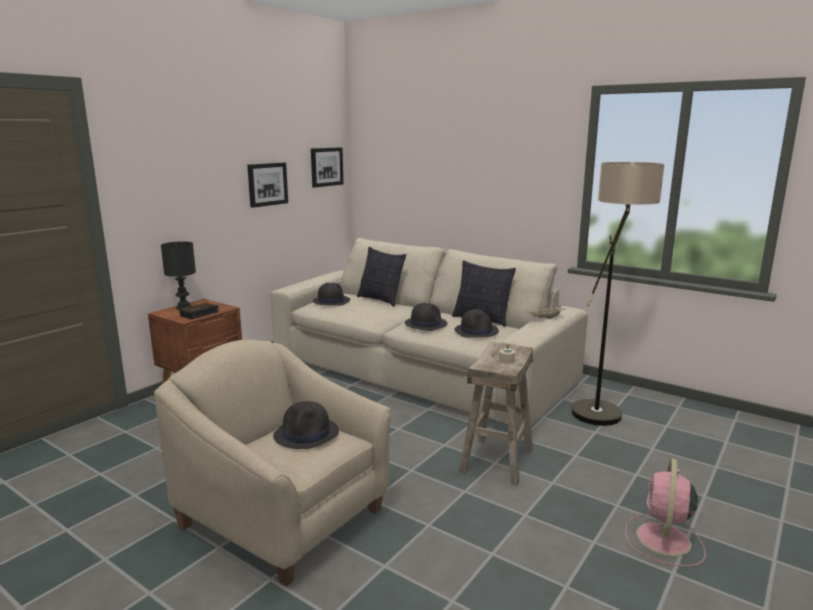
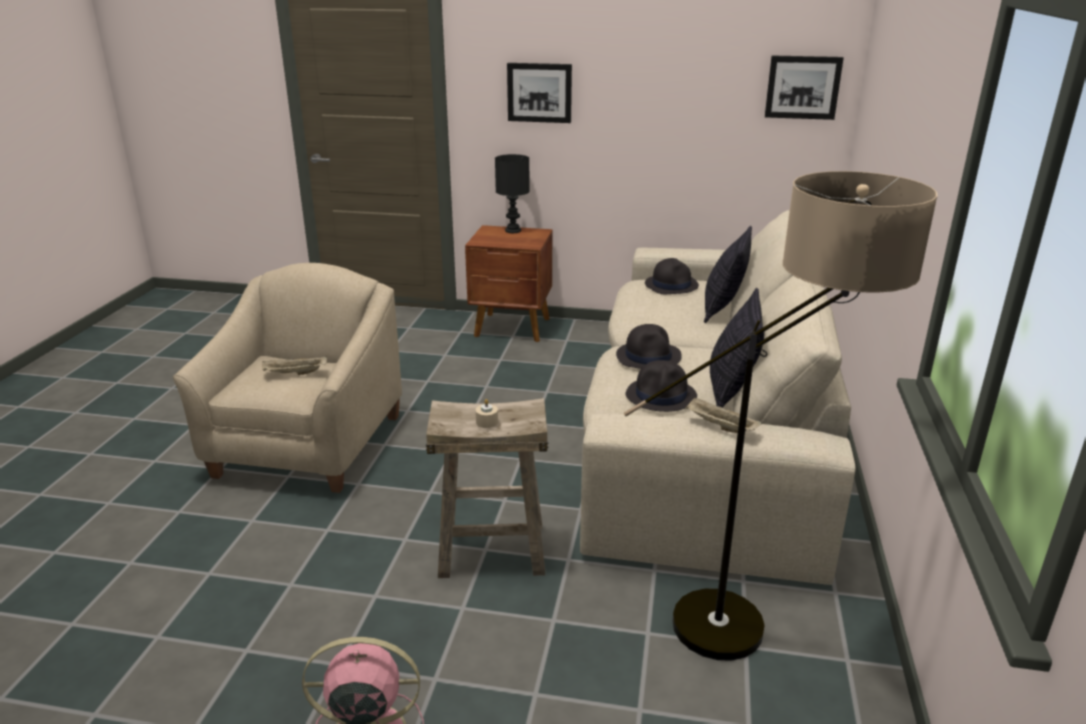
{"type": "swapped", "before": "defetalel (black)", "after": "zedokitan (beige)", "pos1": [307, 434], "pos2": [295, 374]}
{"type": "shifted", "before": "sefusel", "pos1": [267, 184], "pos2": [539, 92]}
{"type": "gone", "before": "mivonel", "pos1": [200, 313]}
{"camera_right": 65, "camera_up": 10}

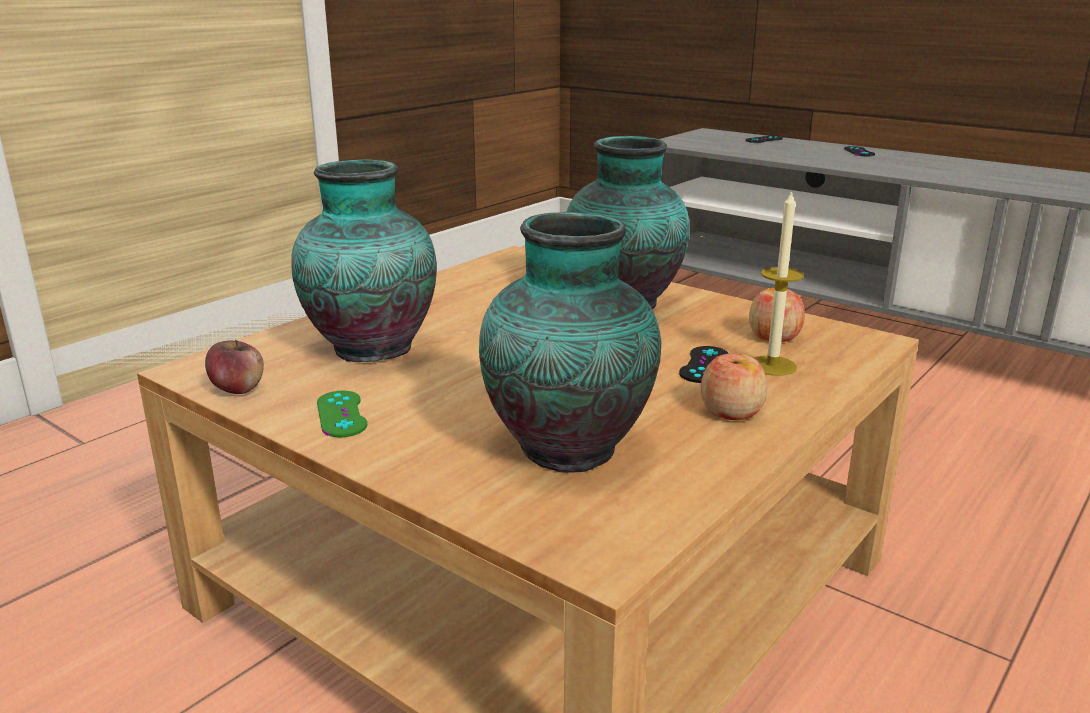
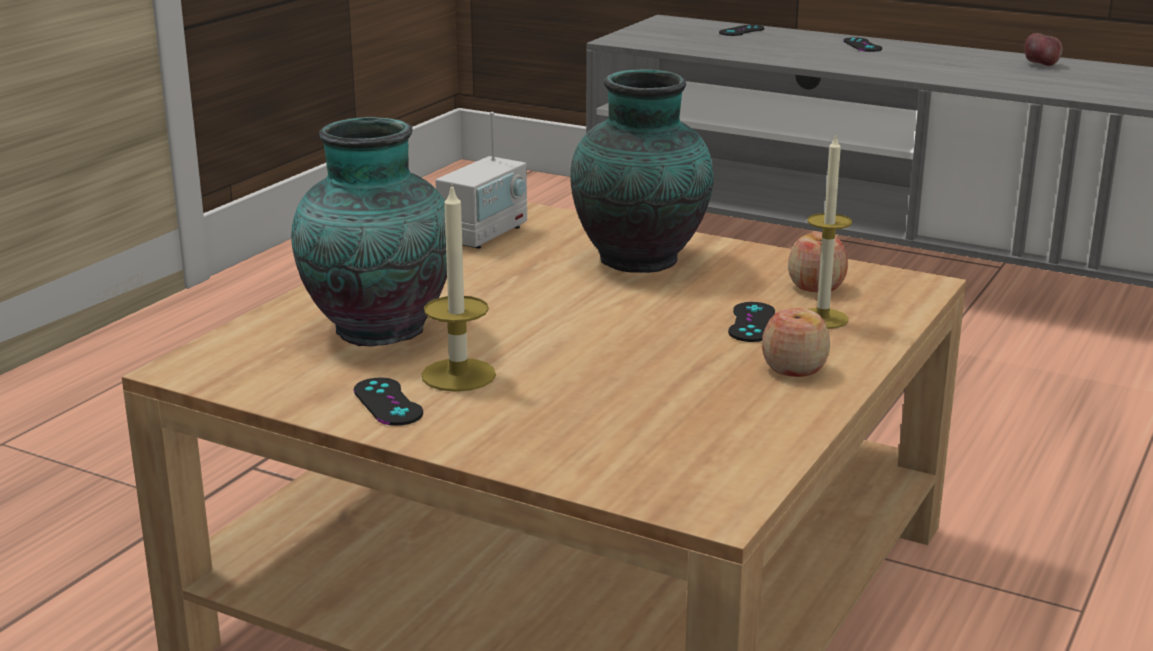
{"type": "repainted", "before": "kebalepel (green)", "after": "kebalepel (black)", "pos1": [341, 414], "pos2": [388, 402]}
{"type": "new", "after": "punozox", "pos2": [458, 375]}
{"type": "new", "after": "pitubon", "pos2": [484, 234]}
{"type": "shifted", "before": "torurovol", "pos1": [238, 389], "pos2": [1041, 64]}
{"type": "gone", "before": "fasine", "pos1": [570, 446]}
{"camera_right": -10, "camera_up": 0}

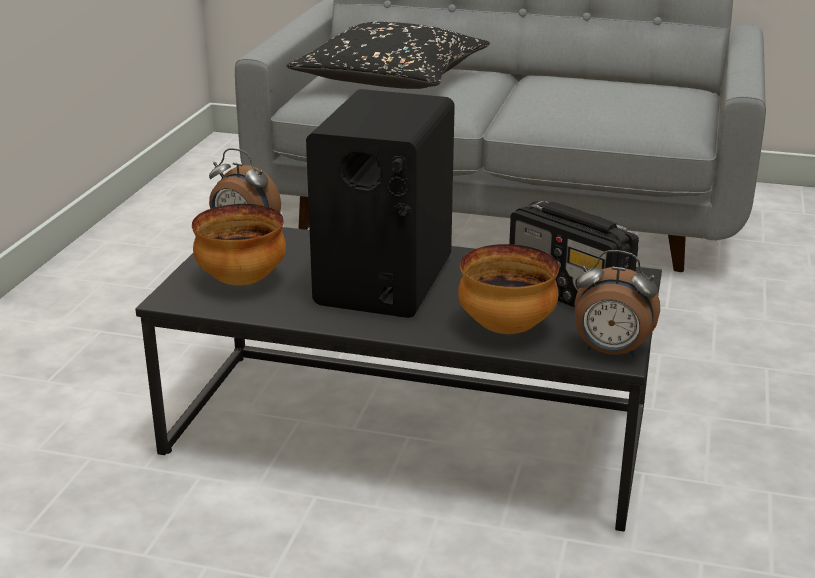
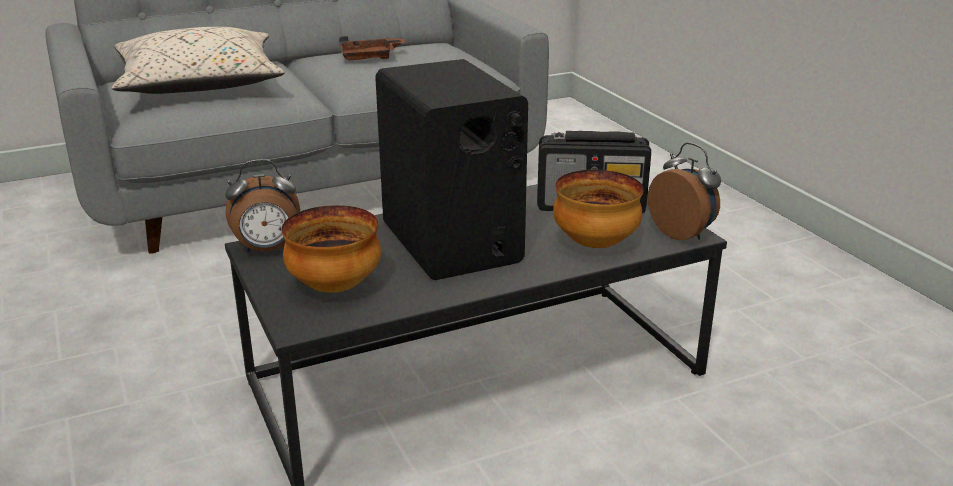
{"type": "repainted", "before": "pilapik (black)", "after": "pilapik (beige)", "pos1": [391, 80], "pos2": [200, 85]}
{"type": "new", "after": "zedokitan (brown)", "pos2": [370, 58]}
{"type": "rotated", "before": "mivonel", "pos1": [610, 352], "pos2": [683, 233], "turn": -105}
{"camera_right": -40, "camera_up": 0}

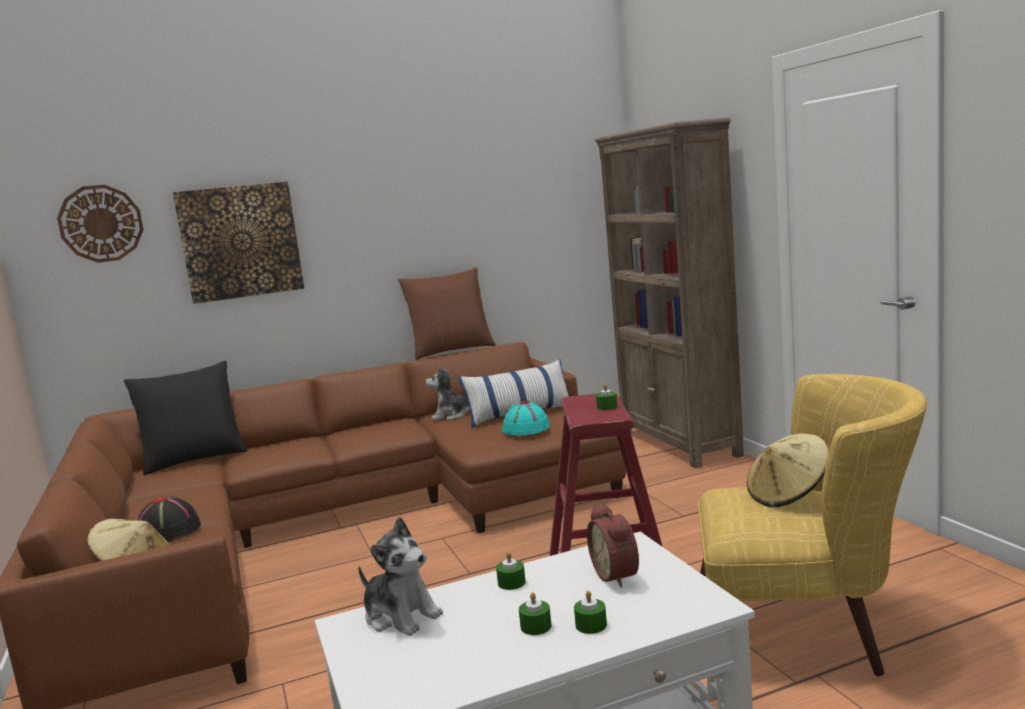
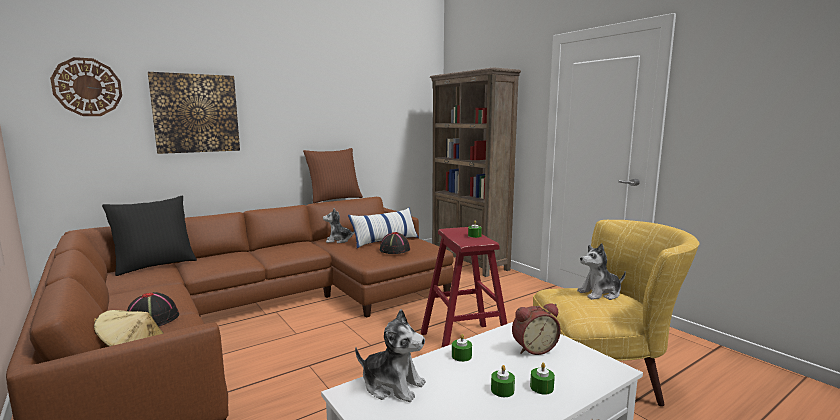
{"type": "repainted", "before": "defetalel (turquoise)", "after": "defetalel (black)", "pos1": [525, 429], "pos2": [394, 250]}
{"type": "rotated", "before": "mivonel", "pos1": [618, 575], "pos2": [533, 348], "turn": -75}
{"type": "swapped", "before": "defetalel (beige)", "after": "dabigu", "pos1": [788, 496], "pos2": [600, 293]}
{"camera_right": -15, "camera_up": 0}

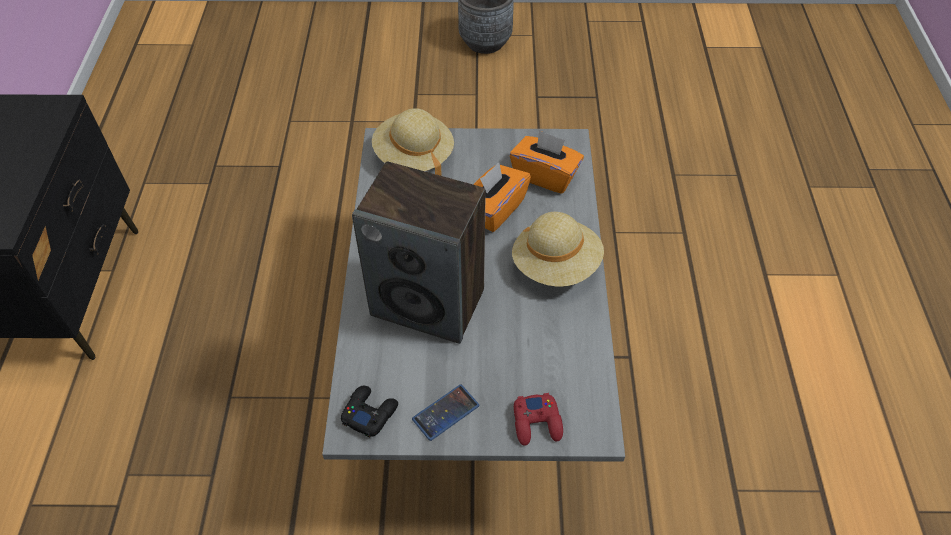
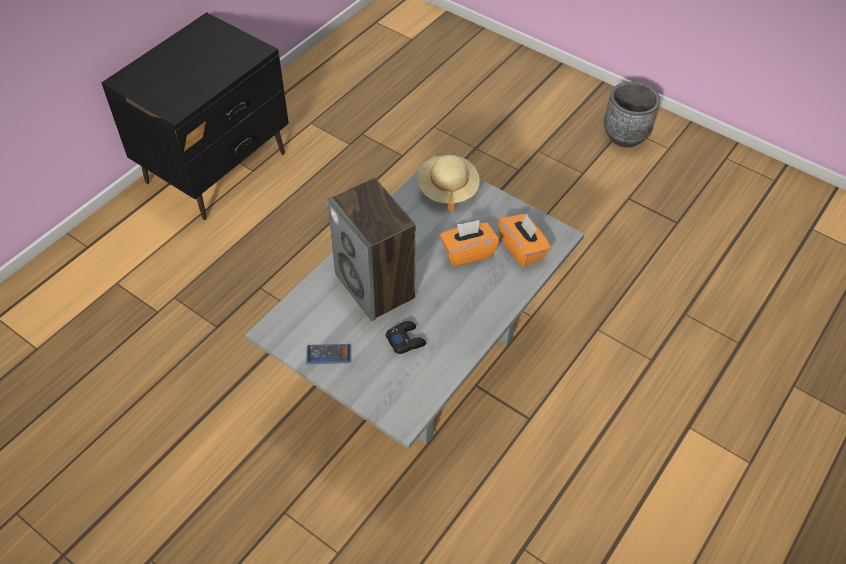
{"type": "shifted", "before": "kebalepel (black)", "pos1": [369, 413], "pos2": [406, 340]}
{"type": "gone", "before": "defetalel (beige)", "pos1": [556, 265]}
{"type": "gone", "before": "kebalepel (red)", "pos1": [537, 422]}
{"camera_right": 35, "camera_up": 0}

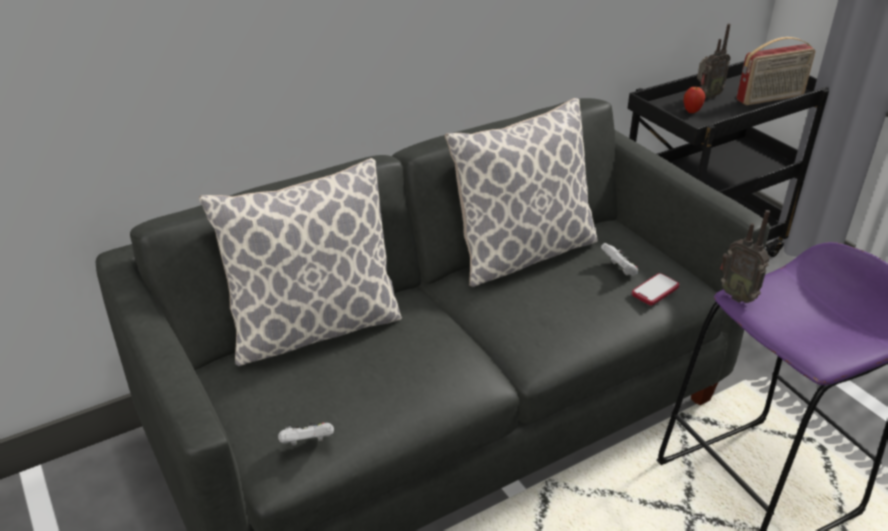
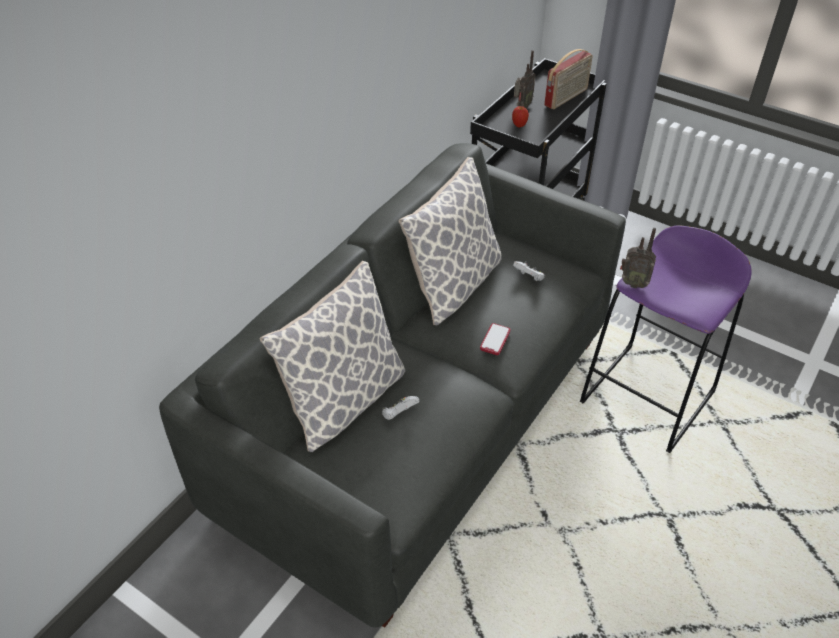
{"type": "shifted", "before": "kebalepel (white)", "pos1": [307, 443], "pos2": [399, 414]}
{"type": "shifted", "before": "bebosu", "pos1": [655, 290], "pos2": [495, 340]}
{"camera_right": -25, "camera_up": 10}

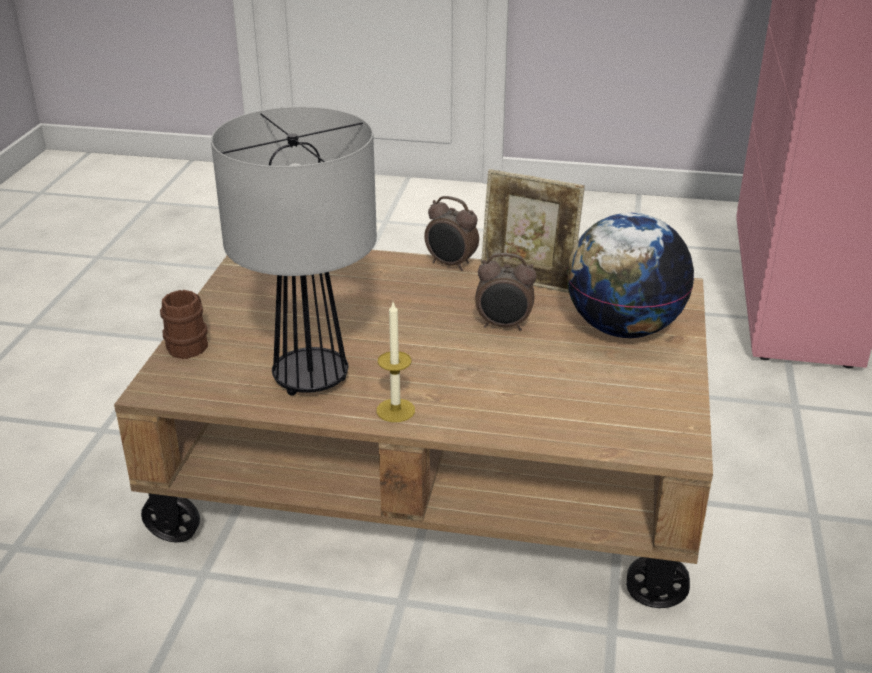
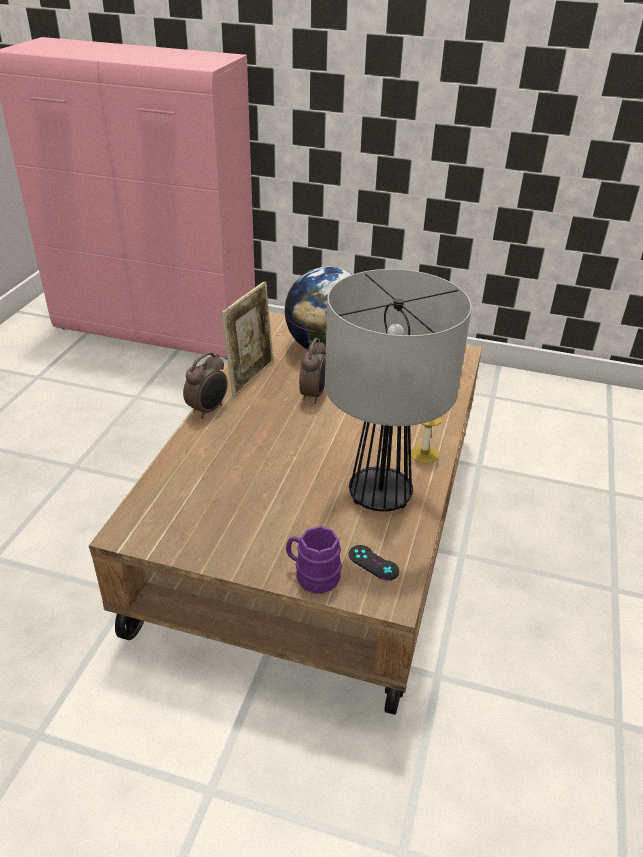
{"type": "repainted", "before": "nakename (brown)", "after": "nakename (purple)", "pos1": [190, 343], "pos2": [312, 576]}
{"type": "new", "after": "kebalepel (black)", "pos2": [373, 563]}
{"camera_right": -85, "camera_up": 5}

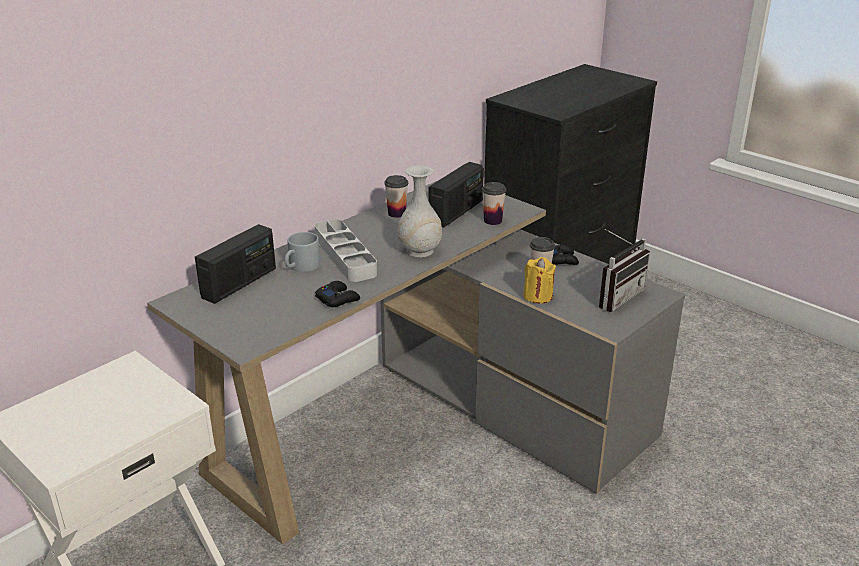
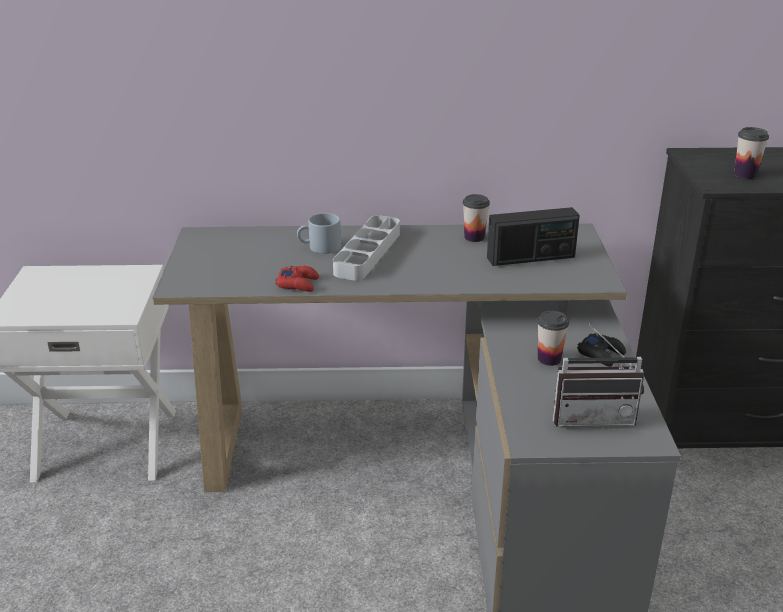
{"type": "repainted", "before": "kebalepel (black)", "after": "kebalepel (red)", "pos1": [337, 299], "pos2": [298, 284]}
{"type": "shifted", "before": "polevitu", "pos1": [492, 221], "pos2": [745, 174]}
{"type": "gone", "before": "pitubon", "pos1": [240, 283]}
{"type": "gone", "before": "fasine (white)", "pos1": [420, 251]}
{"type": "gone", "before": "punozox (yellow)", "pos1": [537, 296]}
{"camera_right": 45, "camera_up": 0}

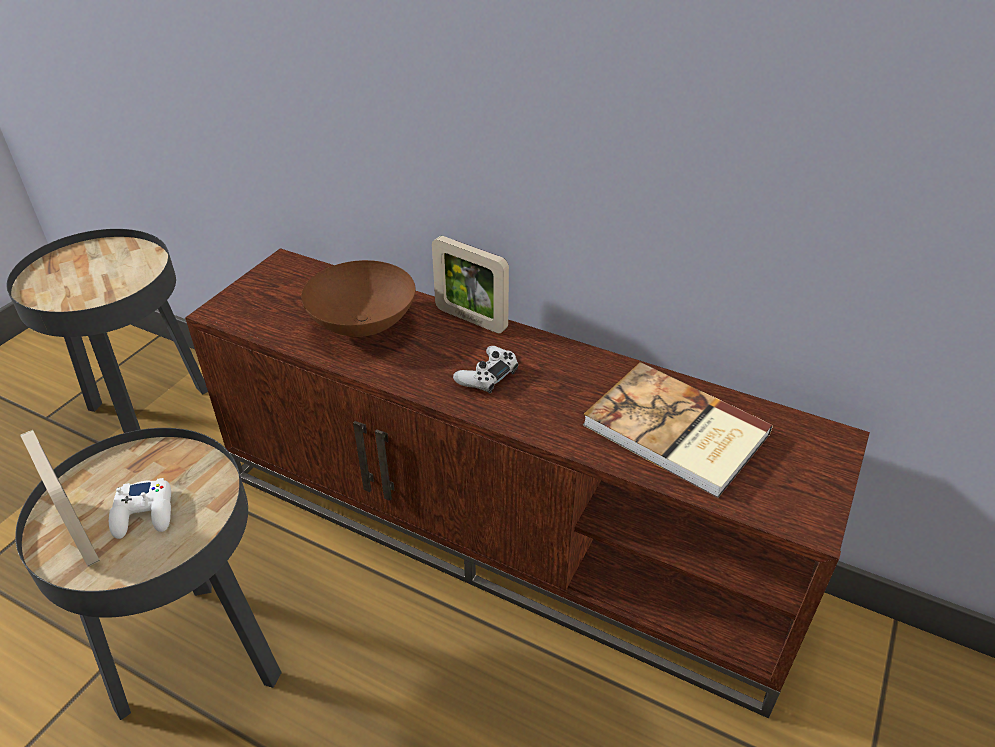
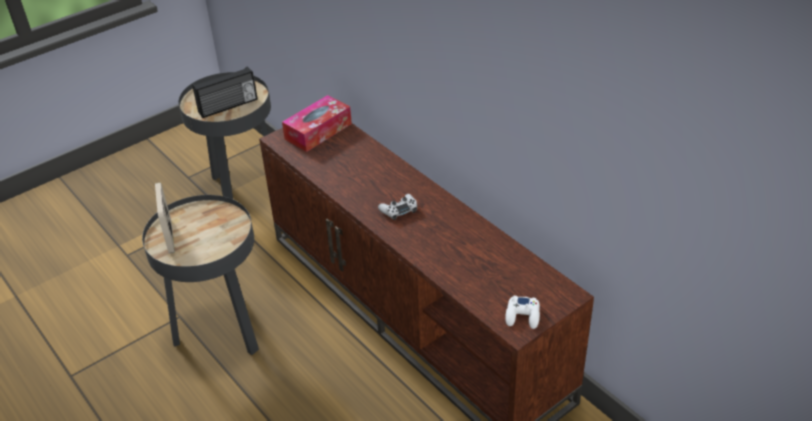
{"type": "new", "after": "pitubon", "pos2": [228, 106]}
{"type": "new", "after": "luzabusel", "pos2": [318, 131]}
{"type": "shifted", "before": "kebalepel (white)", "pos1": [145, 514], "pos2": [523, 316]}
{"type": "gone", "before": "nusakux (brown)", "pos1": [365, 325]}
{"type": "gone", "before": "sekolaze", "pos1": [471, 319]}
{"type": "gone", "before": "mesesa", "pos1": [675, 432]}
{"camera_right": 25, "camera_up": 0}

